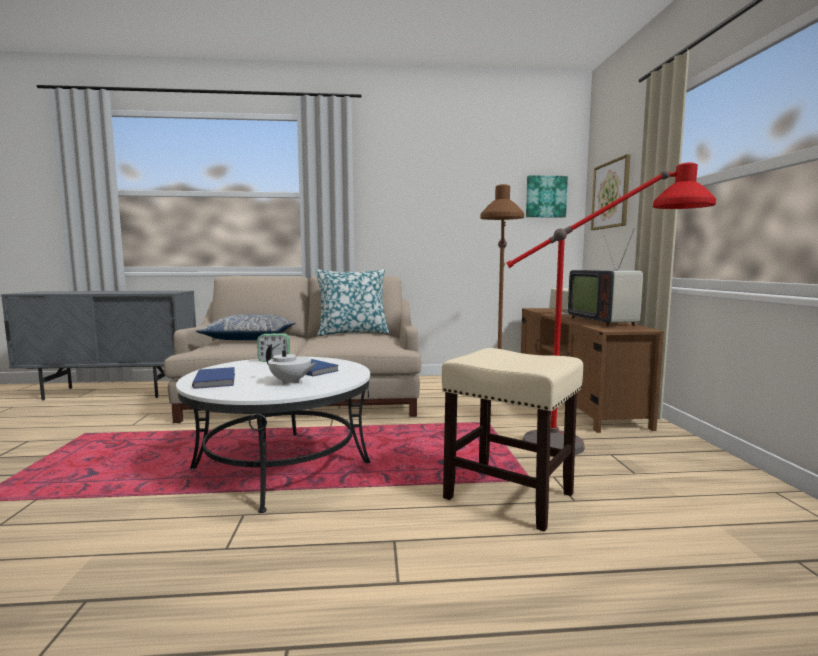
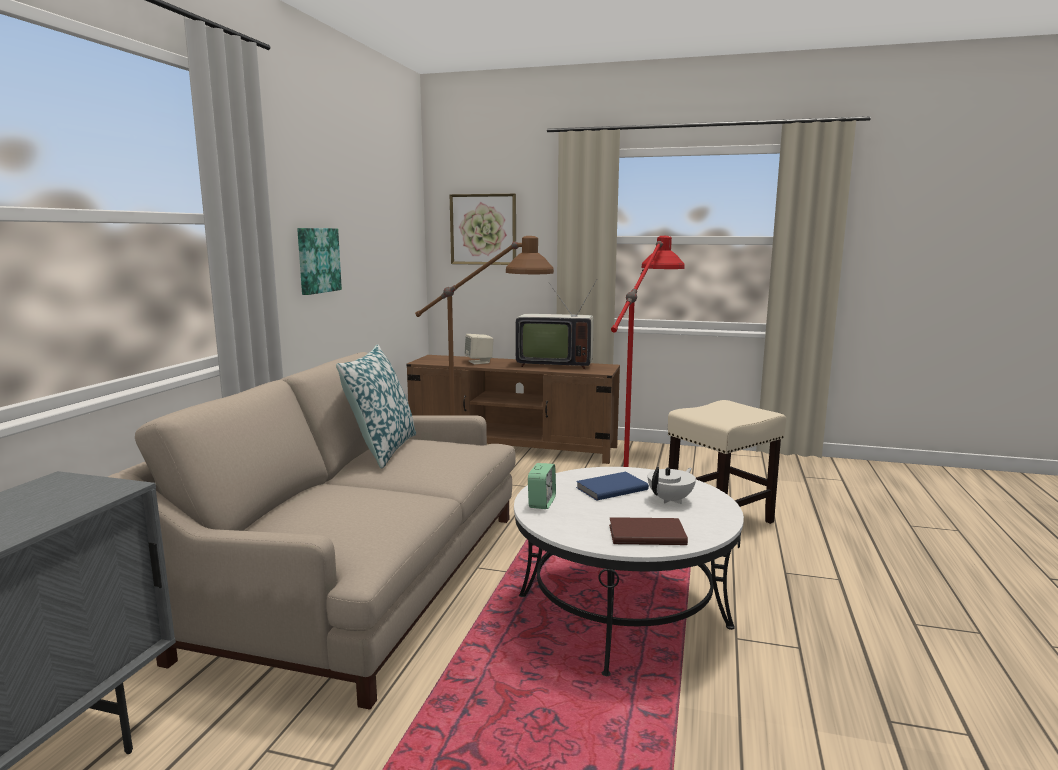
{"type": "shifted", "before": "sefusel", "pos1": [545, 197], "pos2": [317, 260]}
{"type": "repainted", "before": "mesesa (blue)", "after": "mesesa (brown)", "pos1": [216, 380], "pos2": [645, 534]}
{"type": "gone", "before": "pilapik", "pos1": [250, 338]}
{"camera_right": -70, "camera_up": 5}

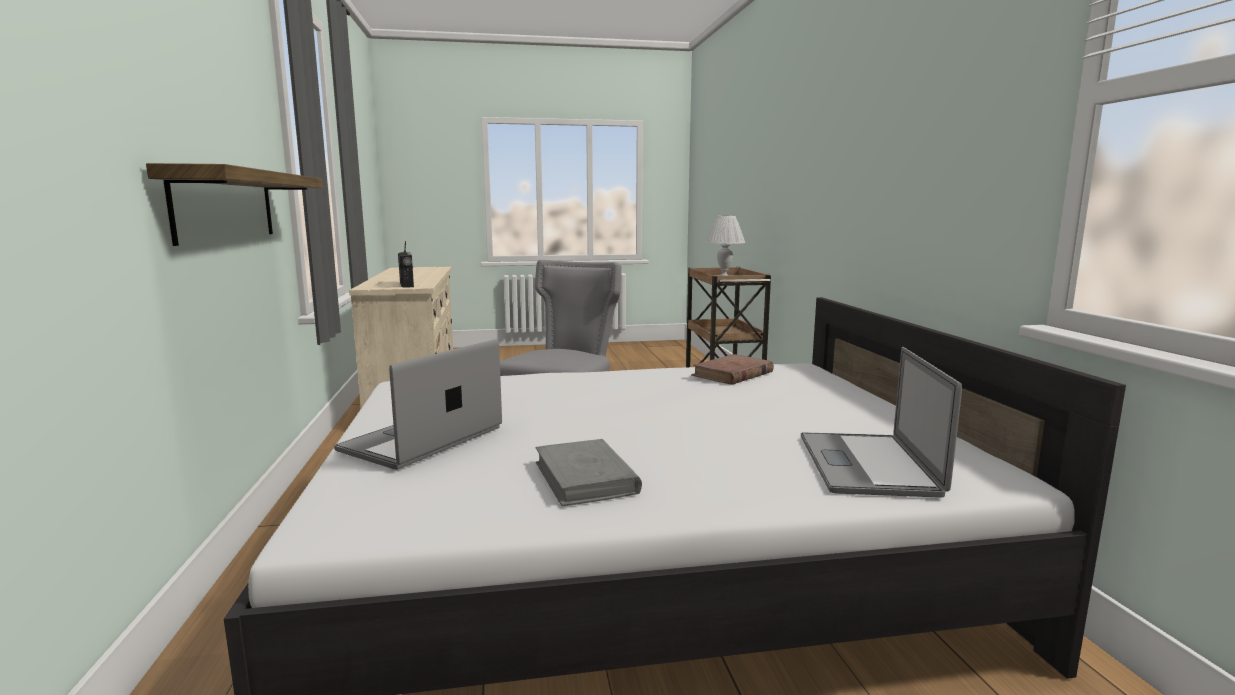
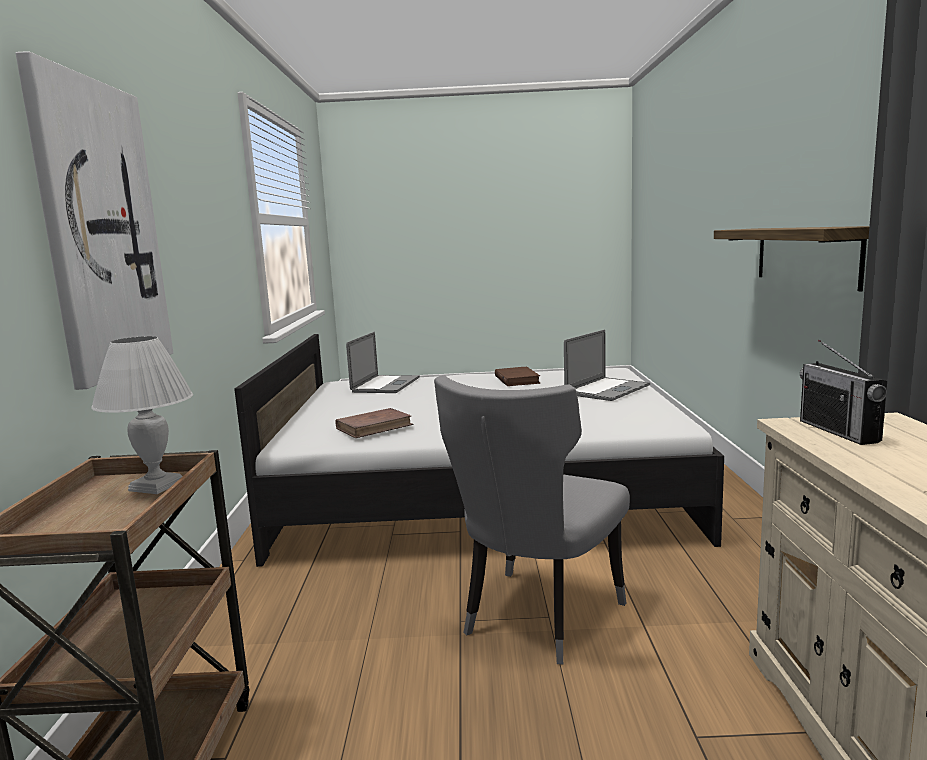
{"type": "new", "after": "sefusel", "pos2": [100, 230]}
{"type": "repainted", "before": "mesesa (grey)", "after": "mesesa (brown)", "pos1": [585, 478], "pos2": [517, 380]}
{"camera_right": -170, "camera_up": 0}

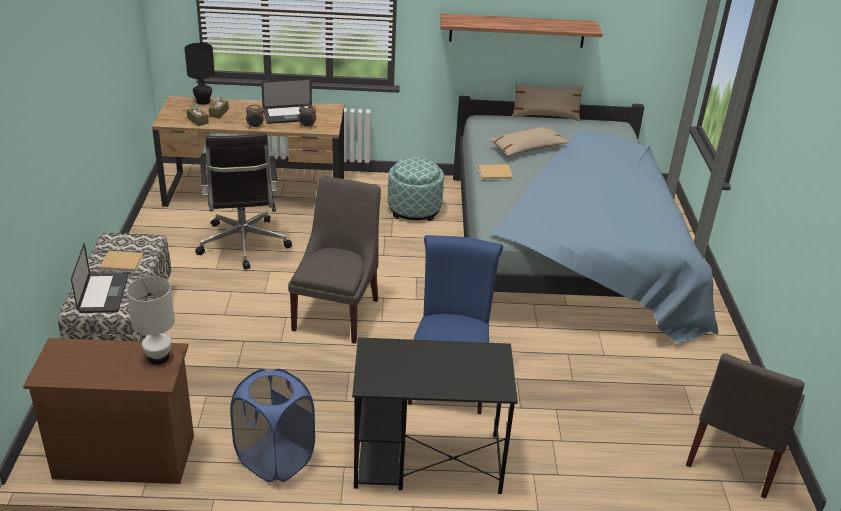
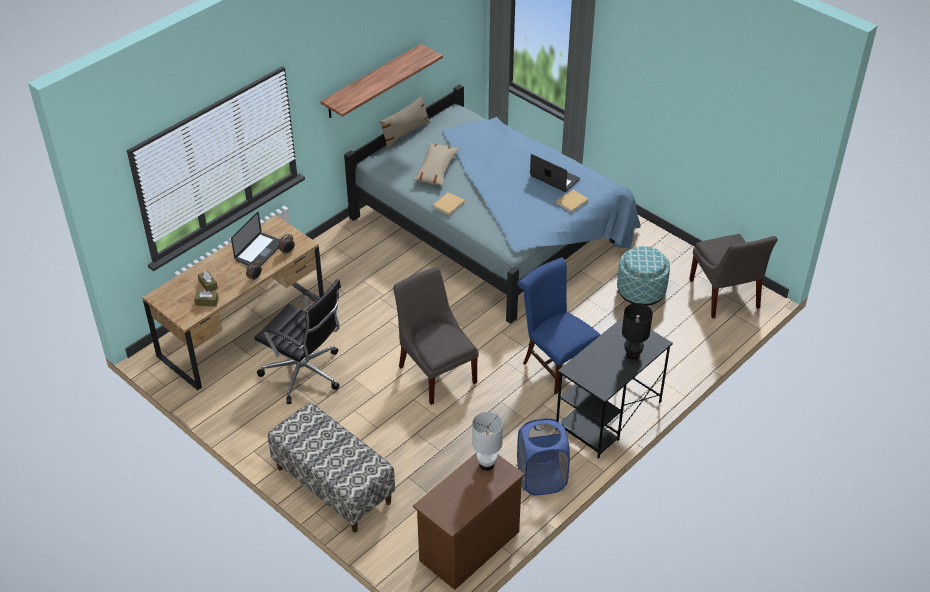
{"type": "shifted", "before": "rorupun", "pos1": [103, 294], "pos2": [554, 178]}
{"type": "shifted", "before": "mesesa (beige)", "pos1": [123, 263], "pos2": [572, 201]}
{"type": "shifted", "before": "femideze", "pos1": [414, 209], "pos2": [641, 291]}
{"type": "shifted", "before": "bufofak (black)", "pos1": [203, 101], "pos2": [632, 354]}
{"camera_right": -45, "camera_up": 10}

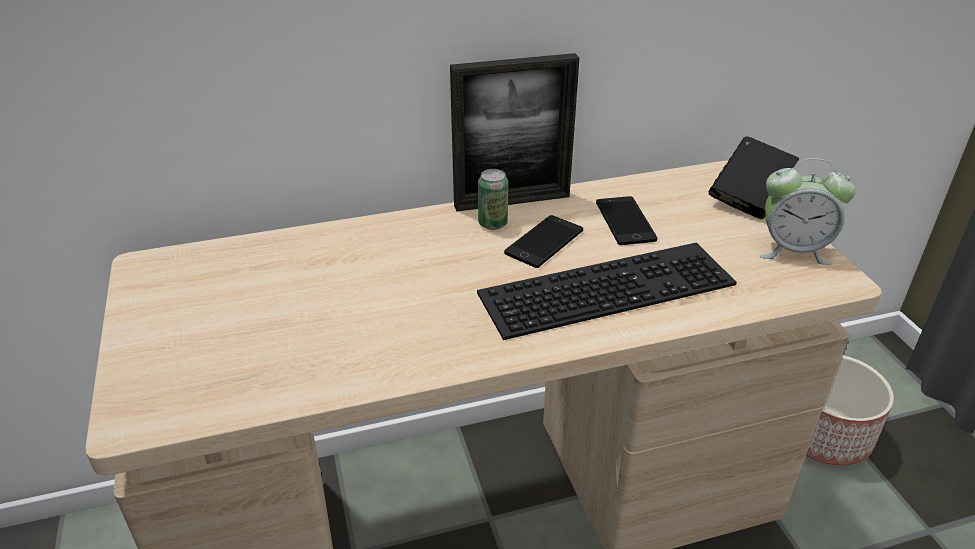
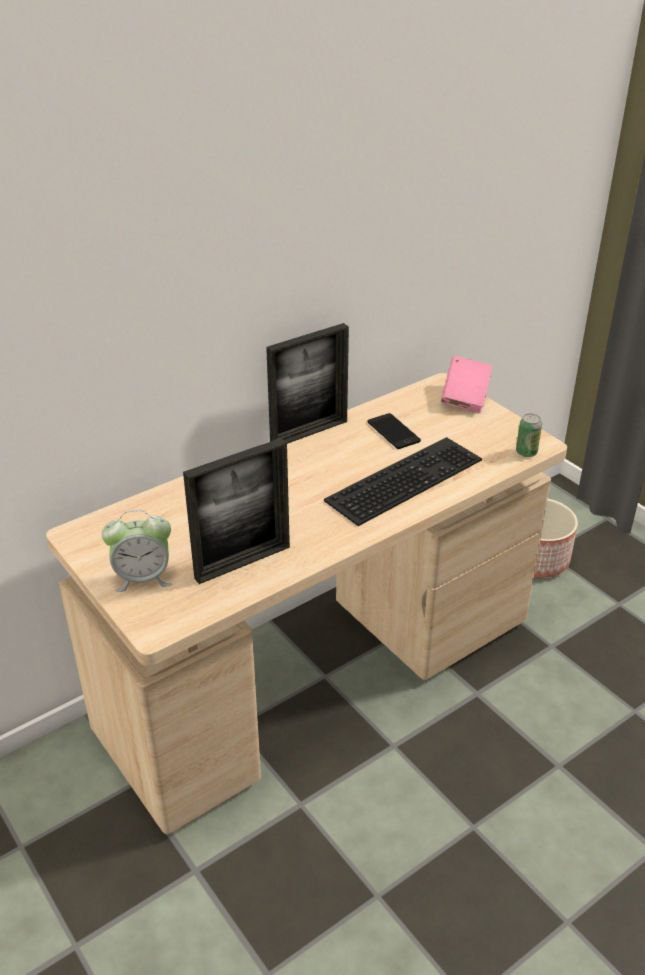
{"type": "shifted", "before": "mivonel", "pos1": [793, 250], "pos2": [143, 578]}
{"type": "new", "after": "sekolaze", "pos2": [242, 562]}
{"type": "repainted", "before": "mesesa (black)", "after": "mesesa (pink)", "pos1": [749, 196], "pos2": [465, 397]}
{"type": "shifted", "before": "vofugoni", "pos1": [493, 223], "pos2": [526, 452]}
{"type": "gone", "before": "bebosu", "pos1": [544, 242]}
{"camera_right": -20, "camera_up": 0}

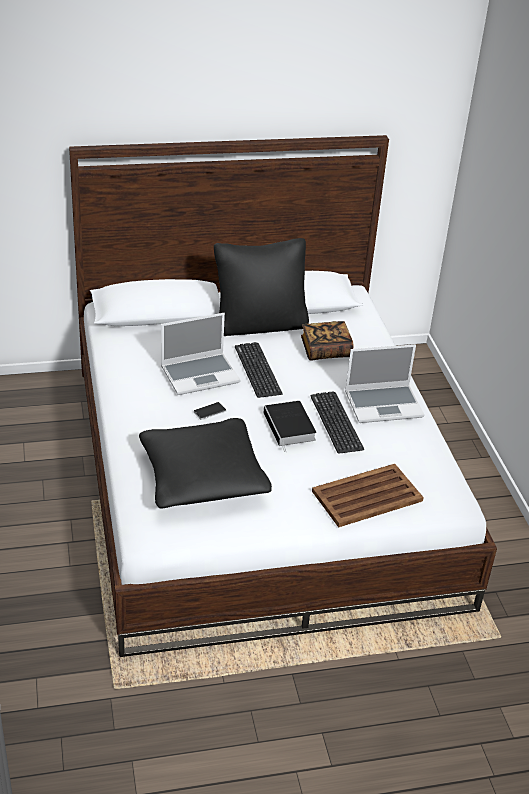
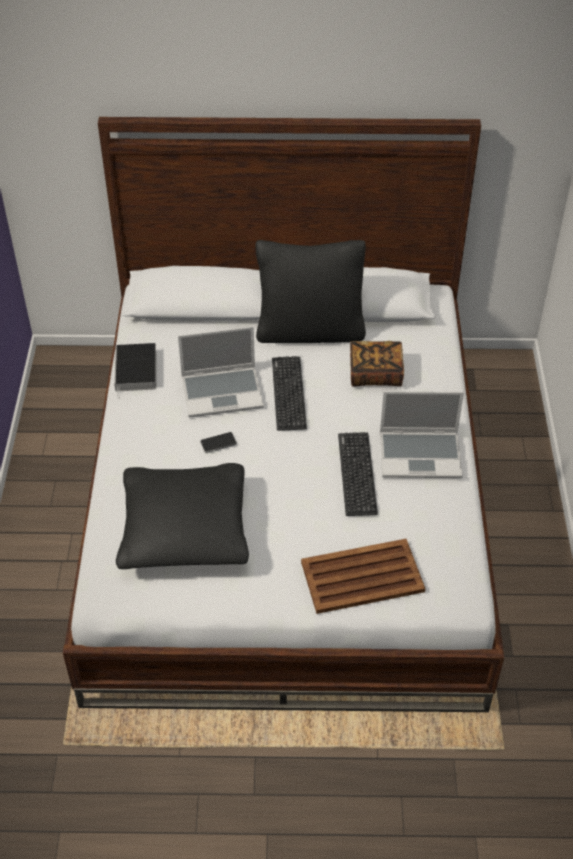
{"type": "shifted", "before": "mesesa", "pos1": [290, 427], "pos2": [136, 372]}
{"camera_right": 15, "camera_up": 10}

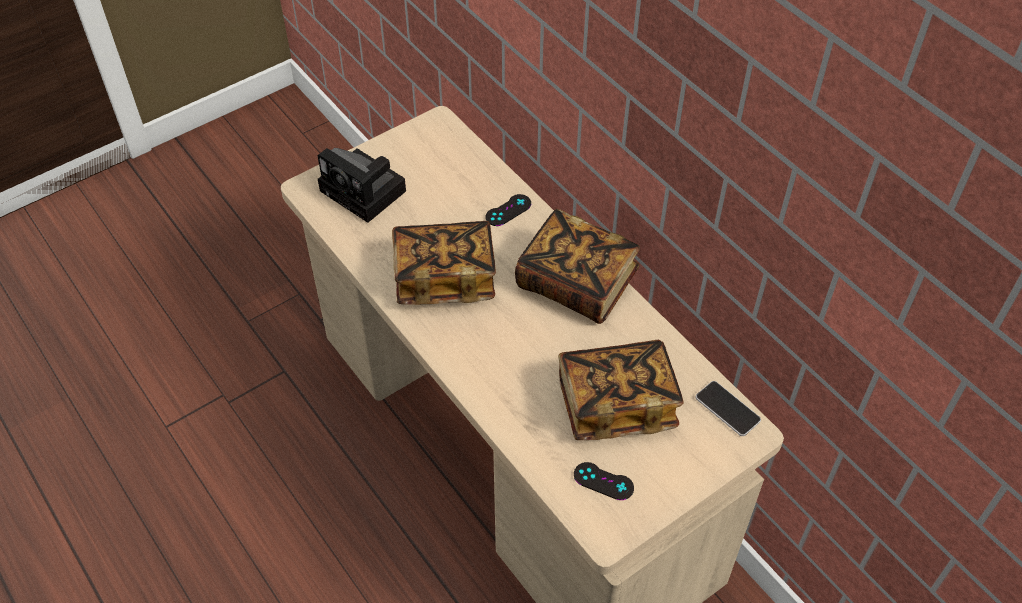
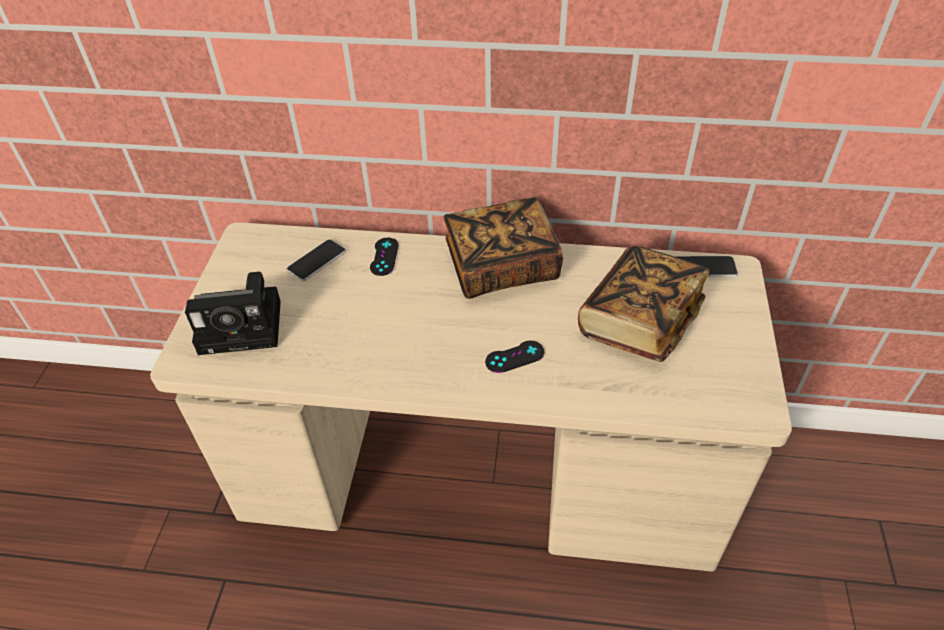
{"type": "new", "after": "bebosu", "pos2": [317, 261]}
{"type": "shifted", "before": "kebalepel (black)", "pos1": [603, 481], "pos2": [514, 357]}
{"type": "gone", "before": "mesesa", "pos1": [444, 278]}
{"camera_right": -45, "camera_up": -5}

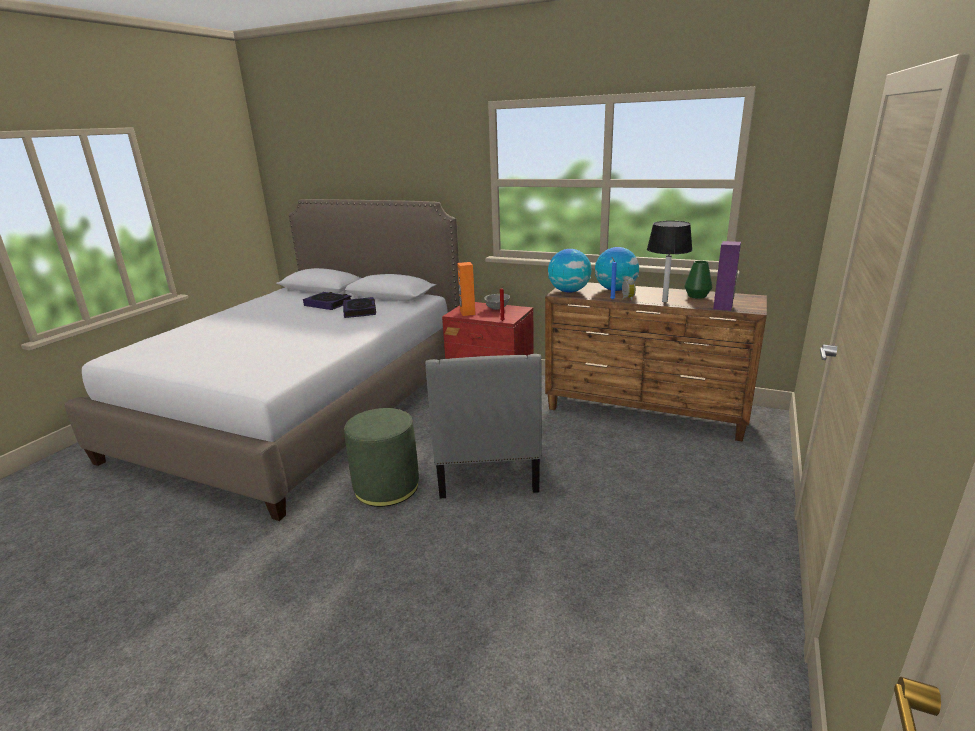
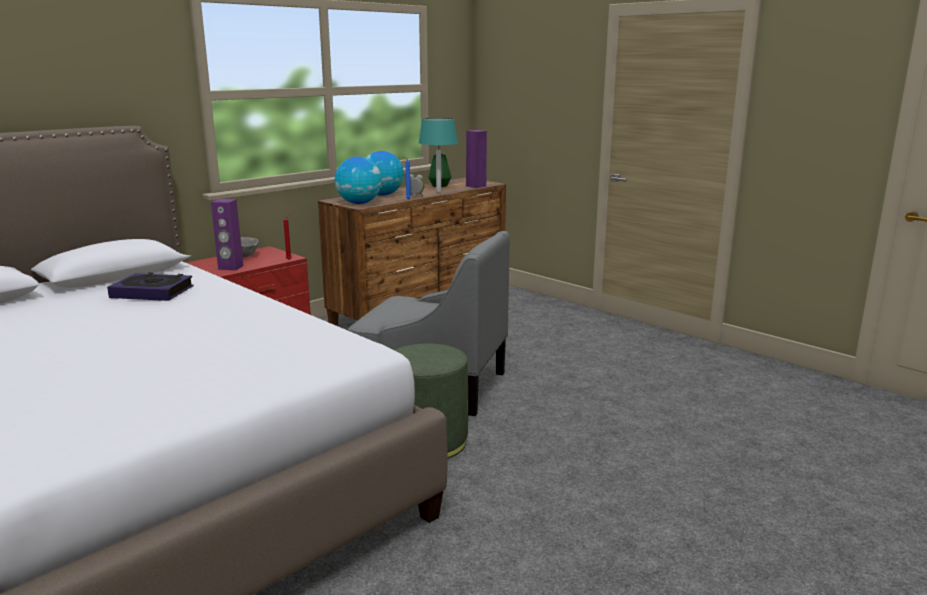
{"type": "repainted", "before": "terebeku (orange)", "after": "terebeku (purple)", "pos1": [467, 313], "pos2": [230, 267]}
{"type": "repainted", "before": "bufofak (black)", "after": "bufofak (turquoise)", "pos1": [664, 301], "pos2": [438, 192]}
{"type": "gone", "before": "mesesa", "pos1": [328, 304]}
{"camera_right": -70, "camera_up": -5}

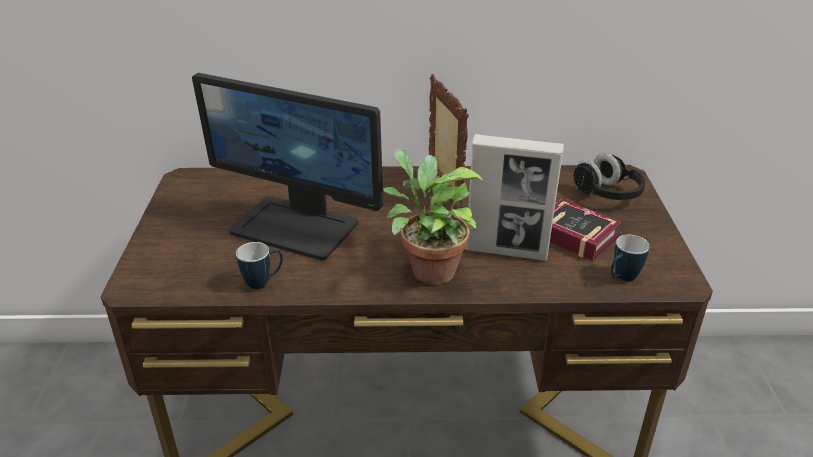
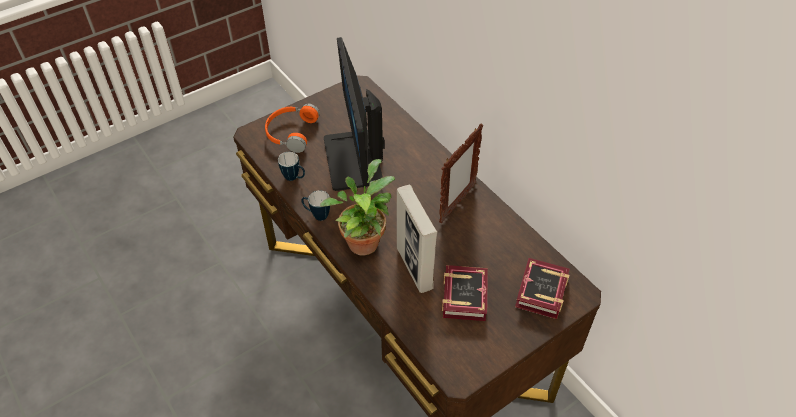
{"type": "new", "after": "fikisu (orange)", "pos2": [290, 132]}
{"type": "shifted", "before": "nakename", "pos1": [621, 278], "pos2": [317, 215]}
{"type": "swapped", "before": "fikisu (black)", "after": "mesesa", "pos1": [607, 194], "pos2": [539, 293]}
{"camera_right": 55, "camera_up": 15}

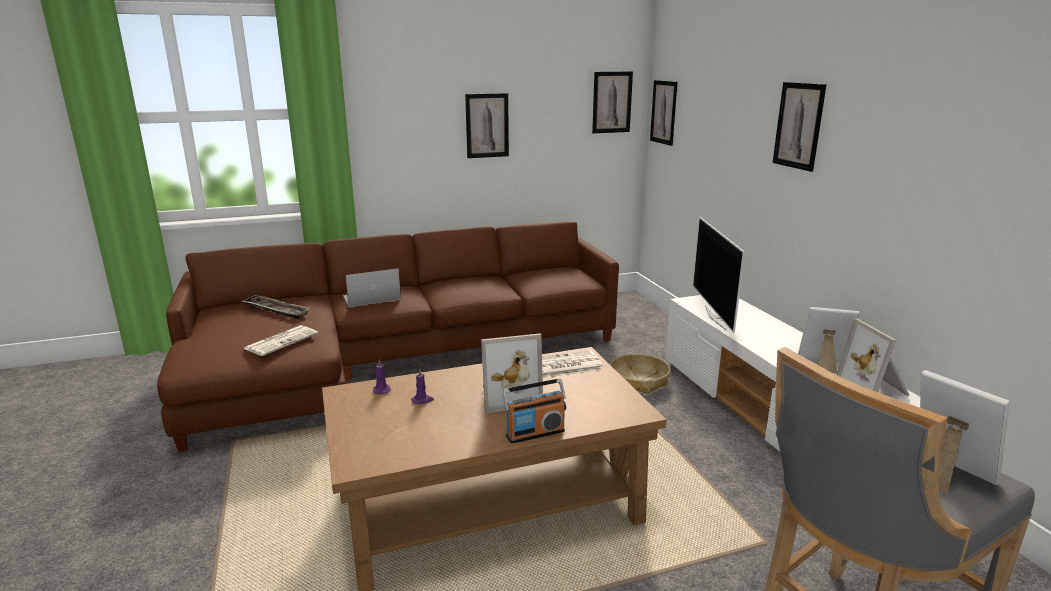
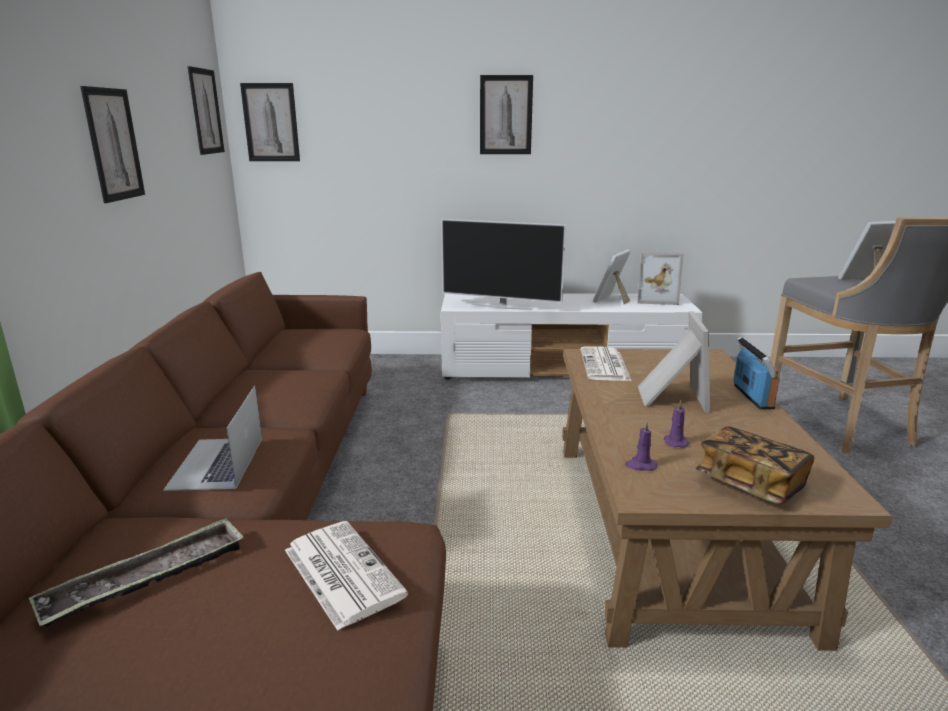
{"type": "new", "after": "mesesa", "pos2": [750, 483]}
{"type": "gone", "before": "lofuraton", "pos1": [639, 381]}
{"camera_right": -70, "camera_up": 0}

